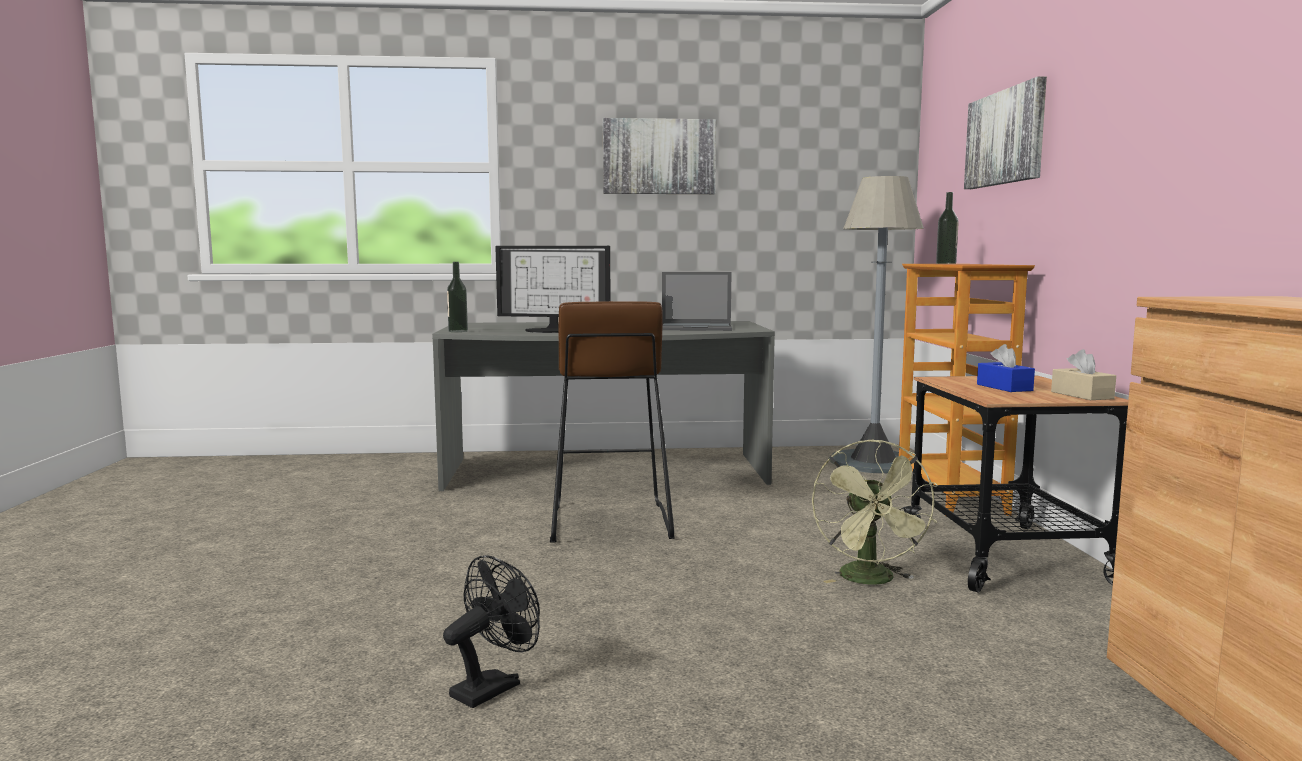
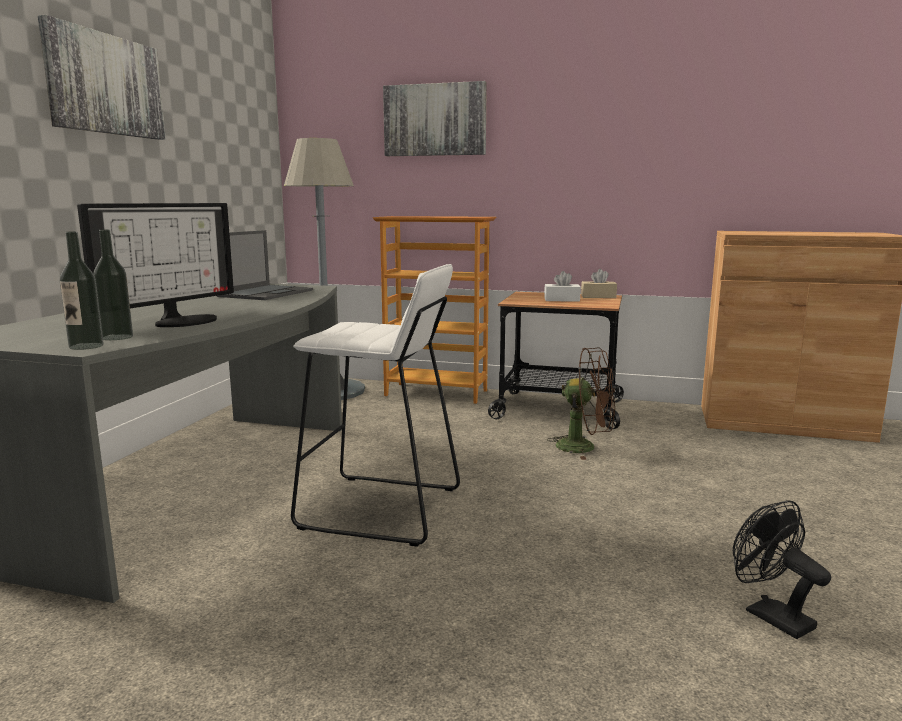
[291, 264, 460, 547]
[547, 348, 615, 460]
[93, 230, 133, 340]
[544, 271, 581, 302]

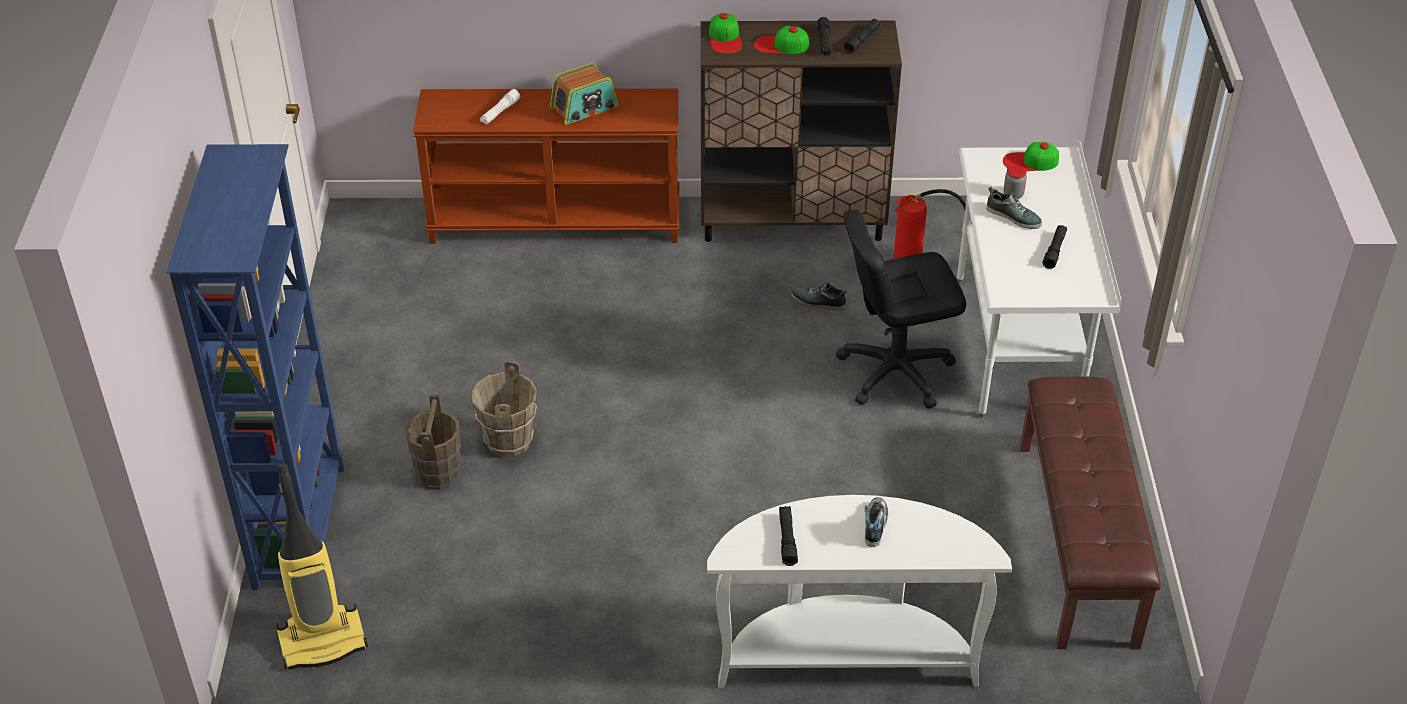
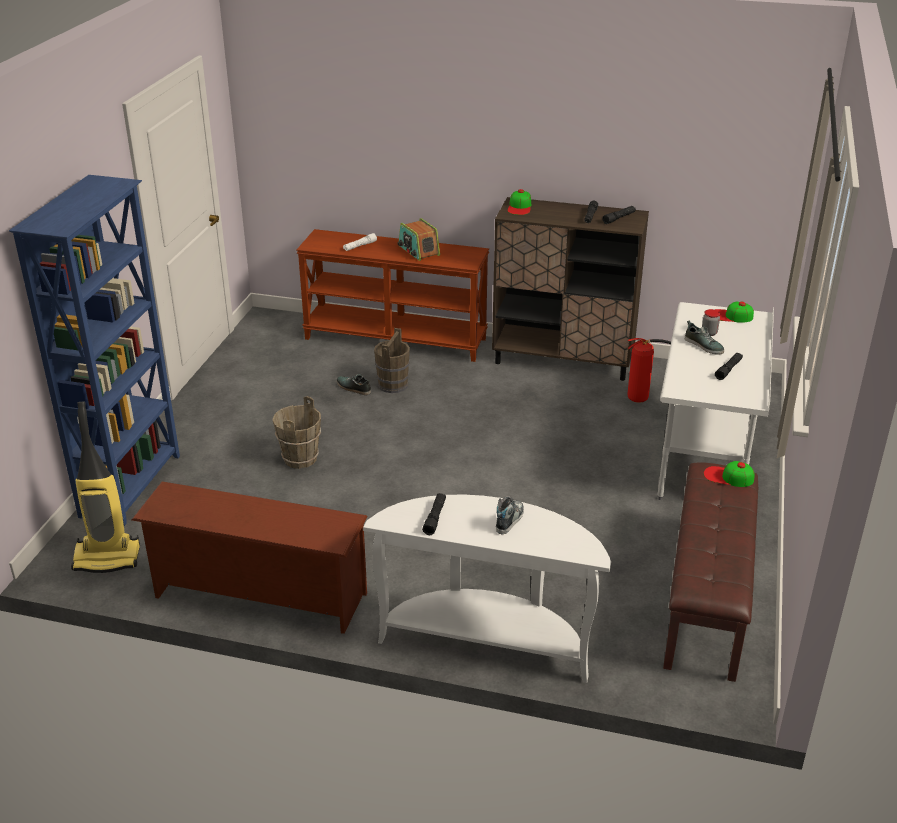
[374, 328, 410, 393]
[397, 218, 440, 261]
[704, 461, 755, 487]
[337, 374, 371, 395]
[836, 210, 966, 409] (first image)
[132, 481, 368, 634]

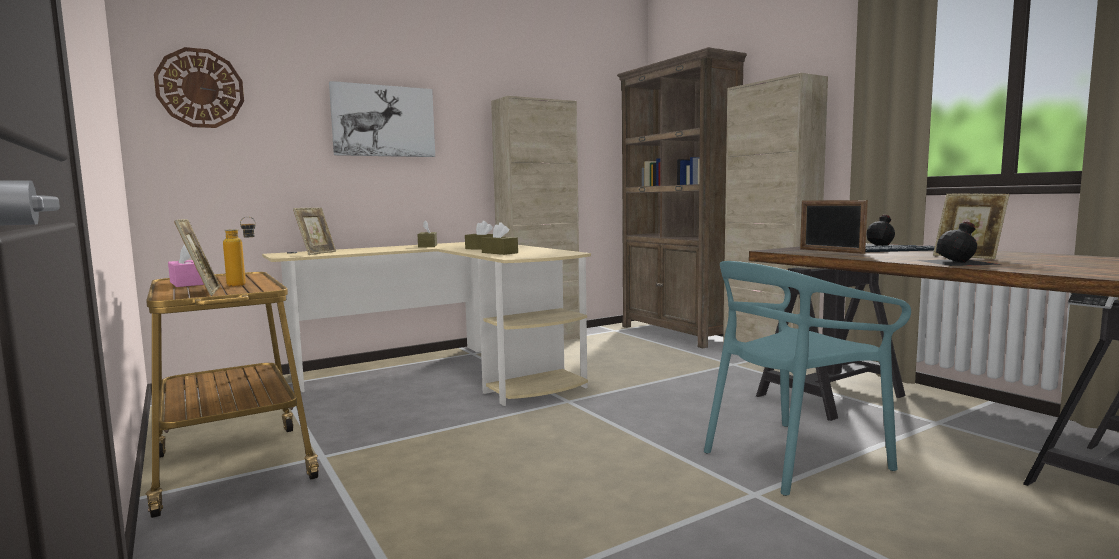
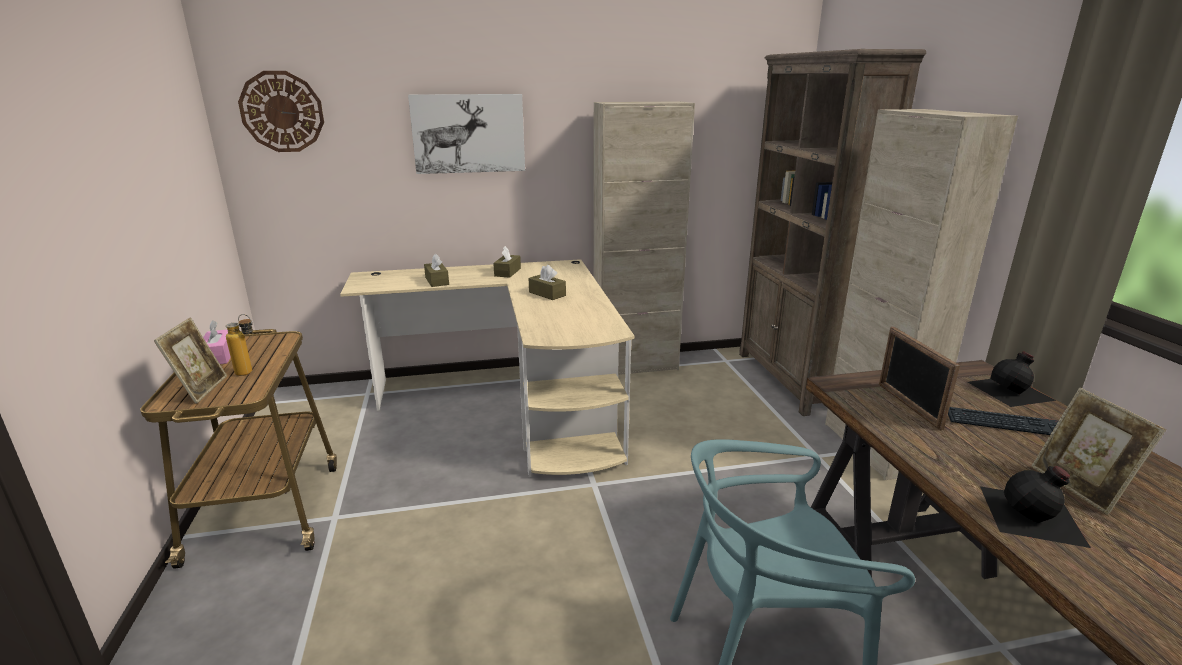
[293, 208, 336, 255] (first image)
[424, 254, 449, 287]

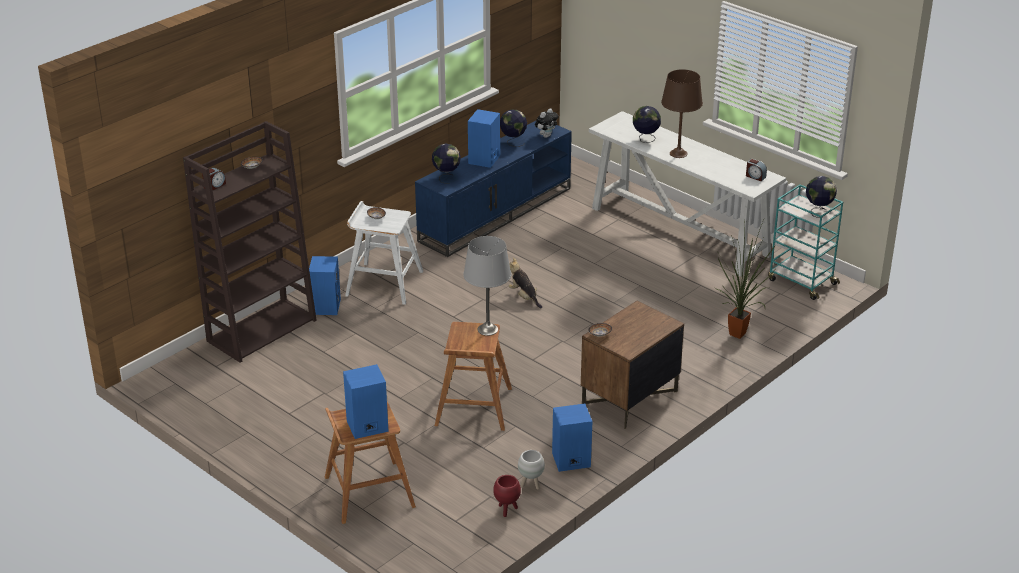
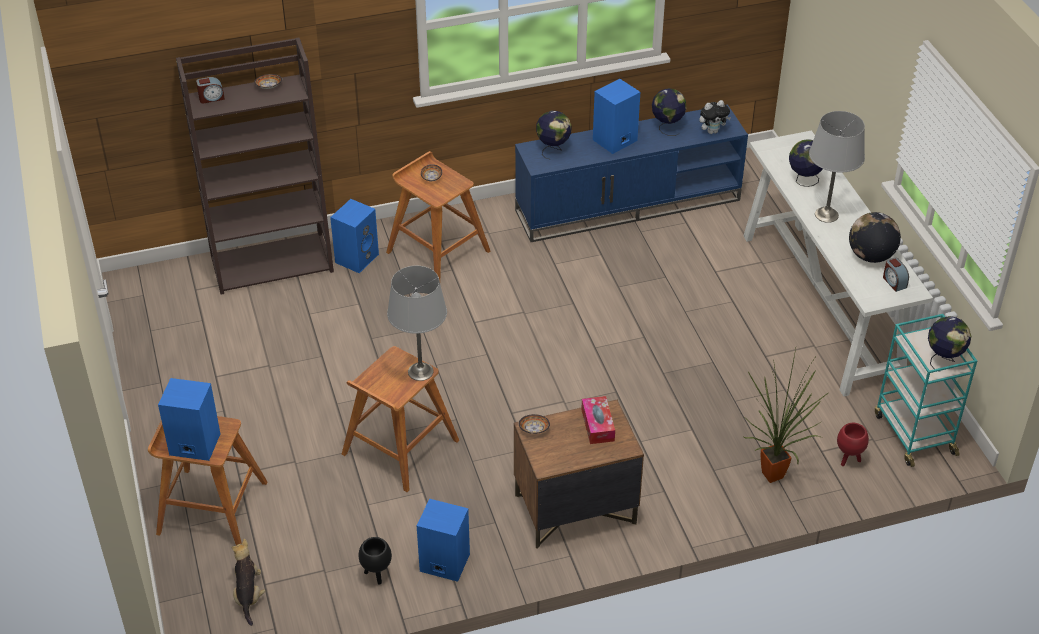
[386, 151, 491, 280]
[837, 423, 869, 466]
[231, 538, 266, 626]
[359, 537, 392, 585]
[809, 111, 865, 223]
[581, 396, 615, 444]
[849, 212, 901, 263]

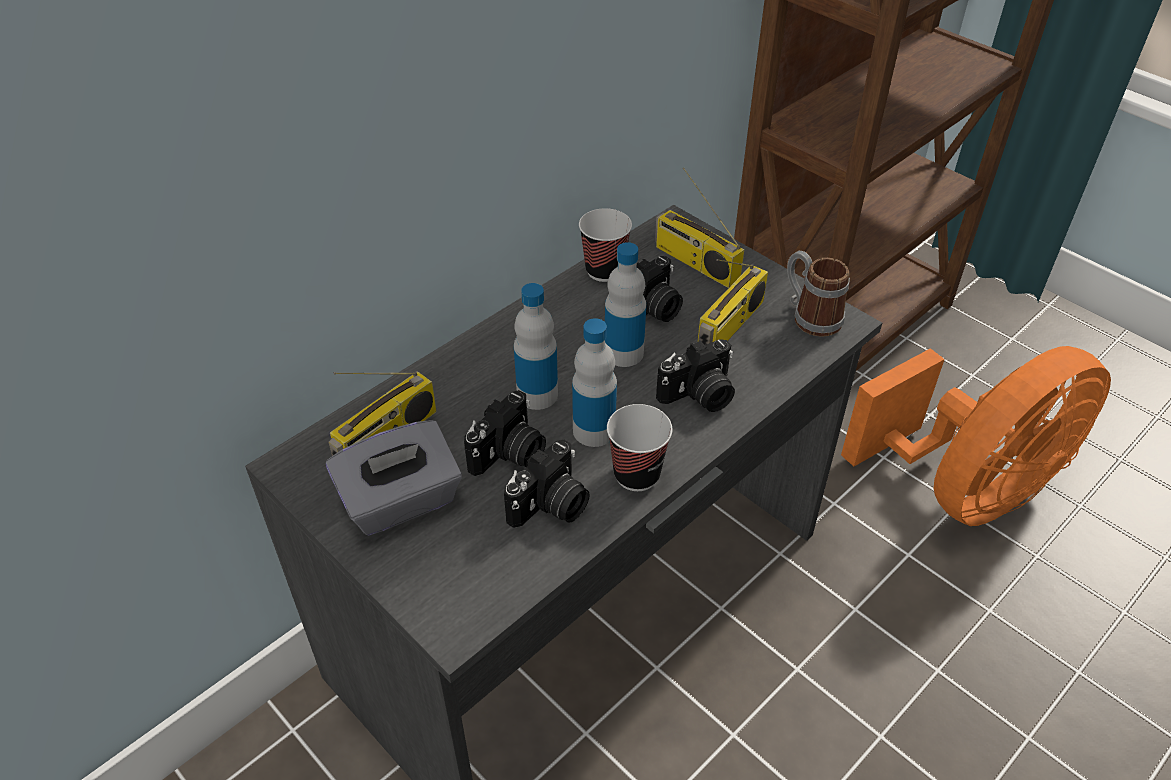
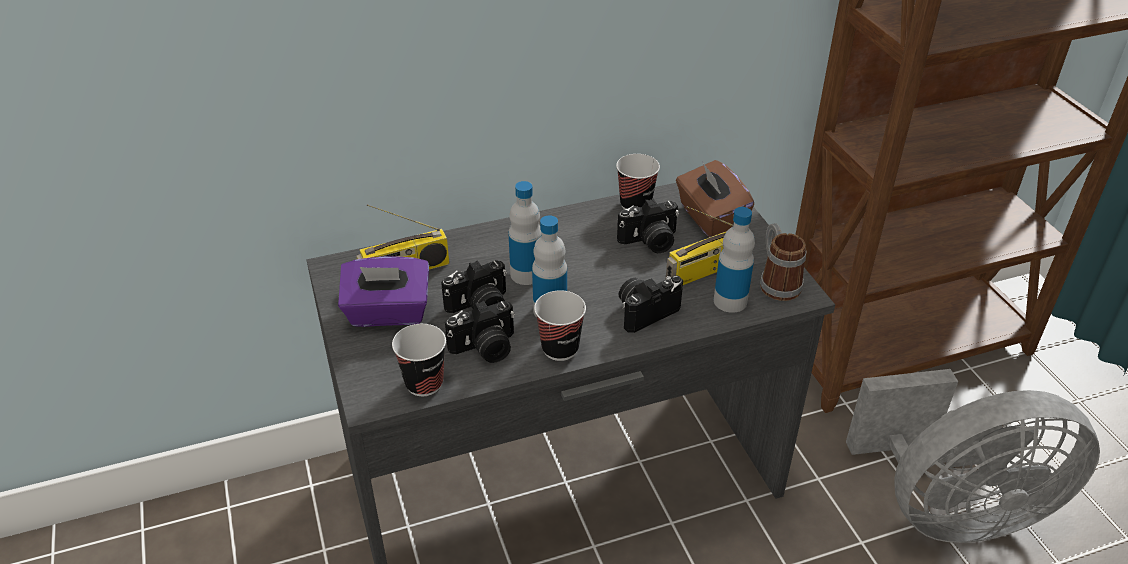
[338, 256, 429, 327]
[714, 207, 755, 313]
[676, 160, 754, 237]
[619, 276, 683, 333]
[846, 369, 1100, 543]
[392, 324, 446, 396]

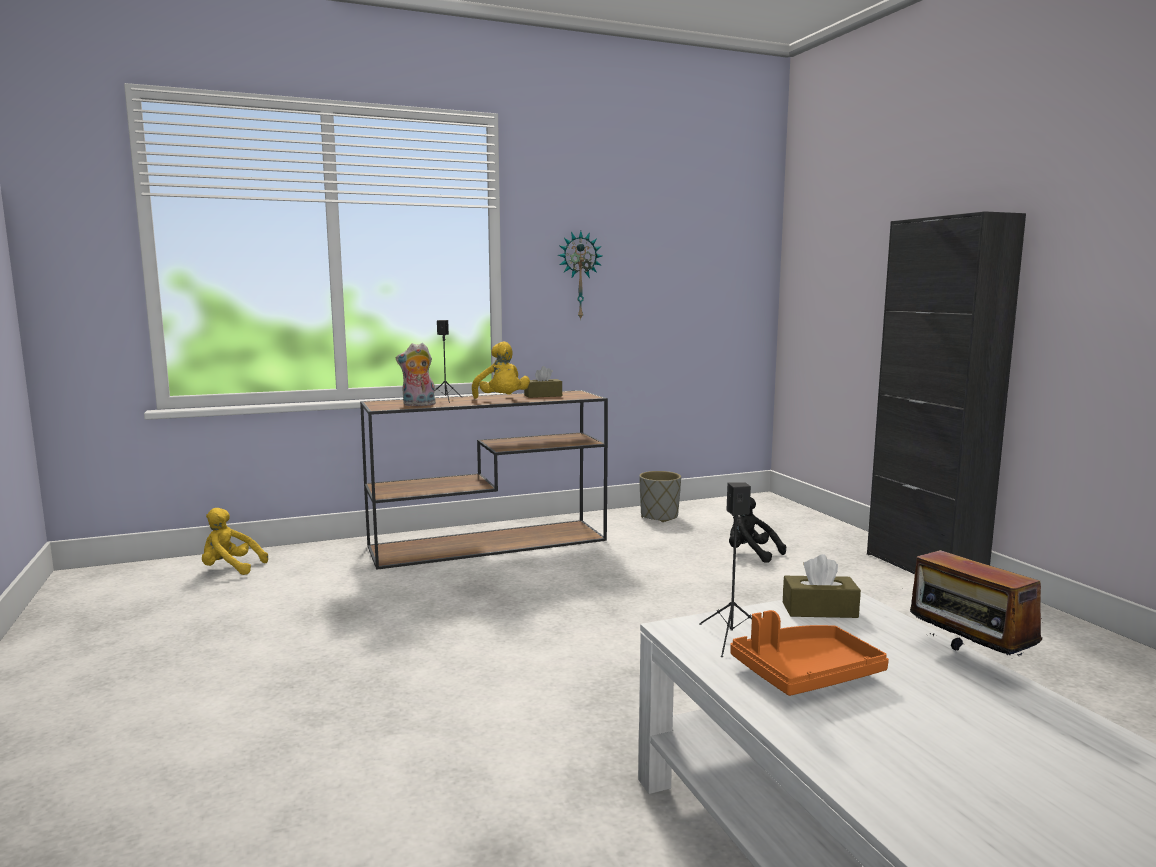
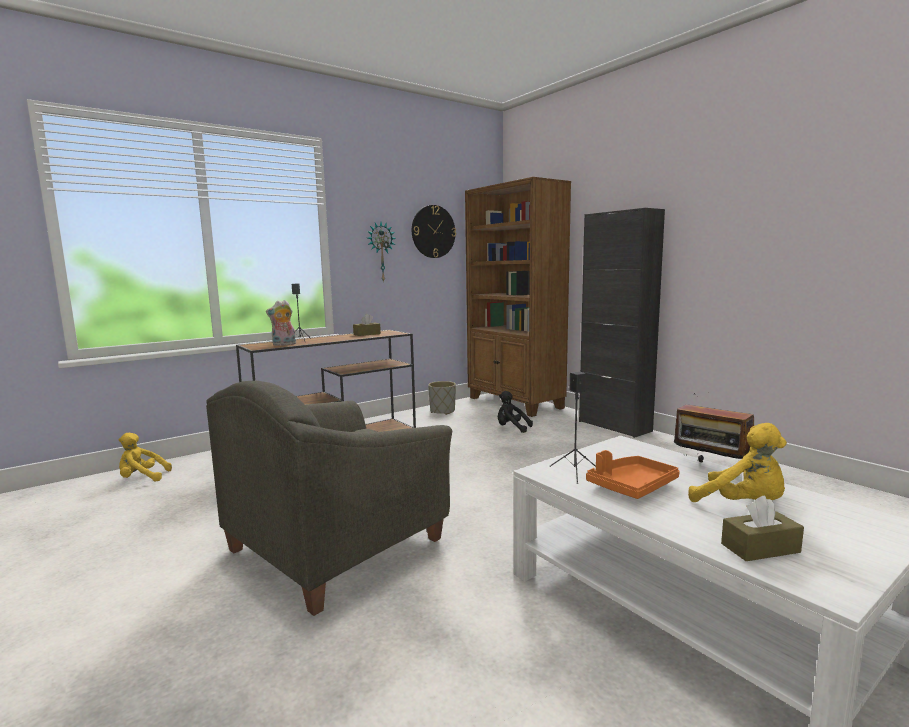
[688, 423, 787, 502]
[721, 496, 804, 561]
[206, 381, 452, 616]
[412, 205, 456, 258]
[465, 177, 571, 417]

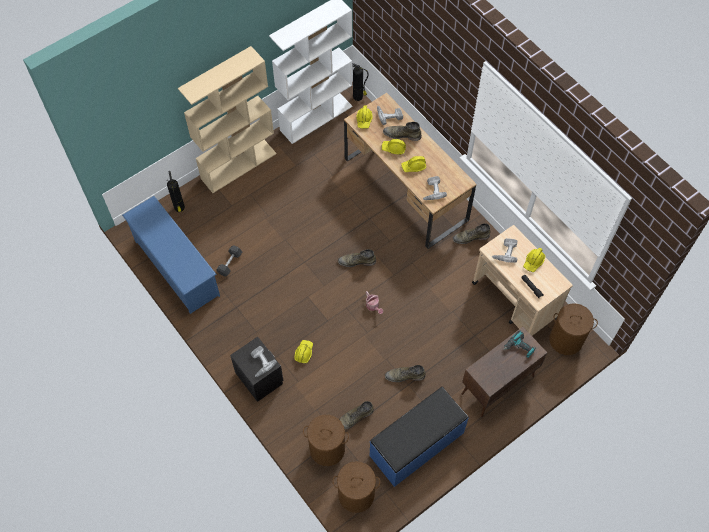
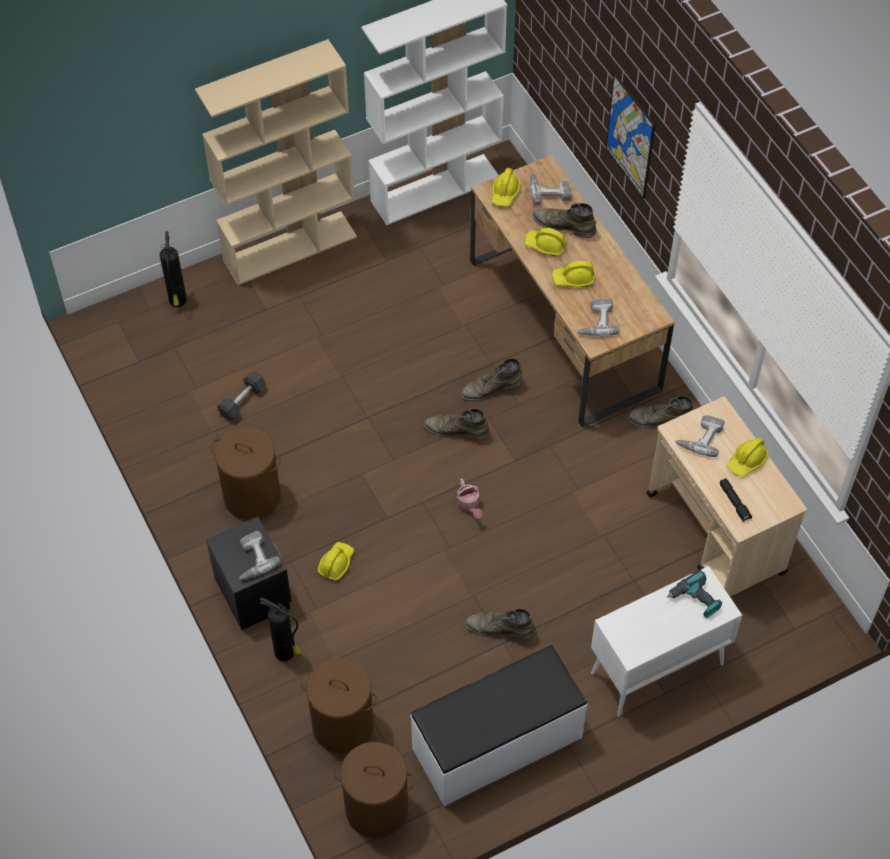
[122, 196, 220, 314] (first image)
[460, 358, 522, 401]
[260, 597, 301, 661]
[410, 645, 588, 806]
[591, 566, 742, 717]
[210, 427, 281, 520]
[606, 74, 655, 199]

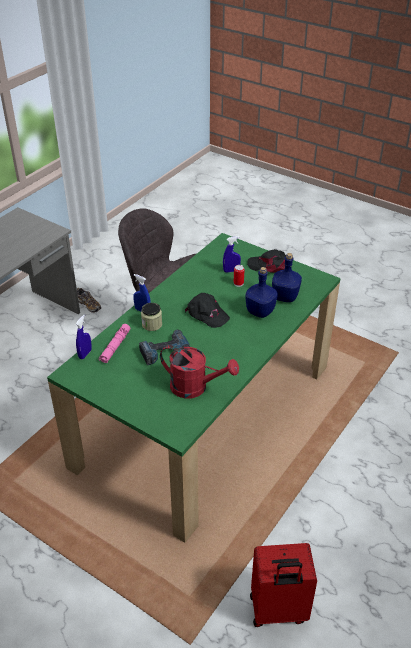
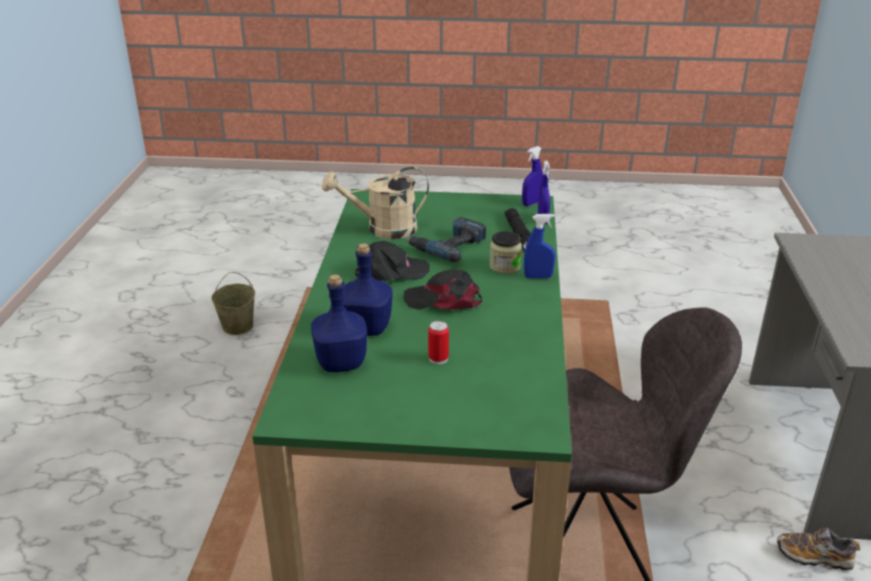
[505, 208, 531, 251]
[322, 167, 429, 239]
[522, 146, 543, 206]
[355, 241, 430, 281]
[211, 272, 255, 335]

